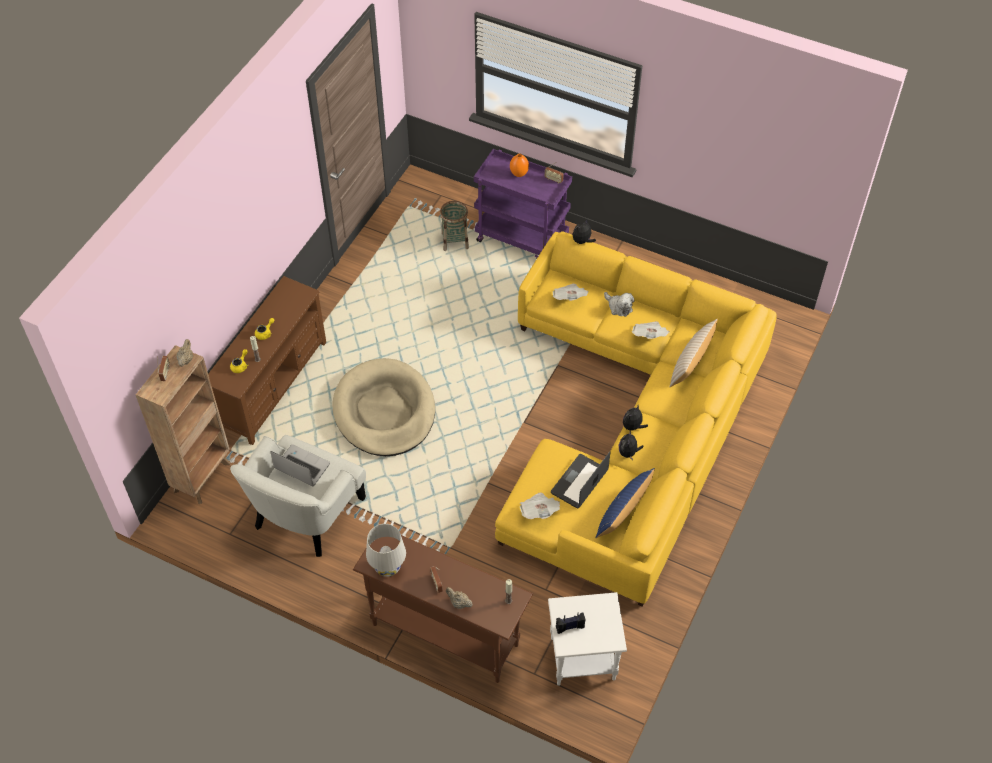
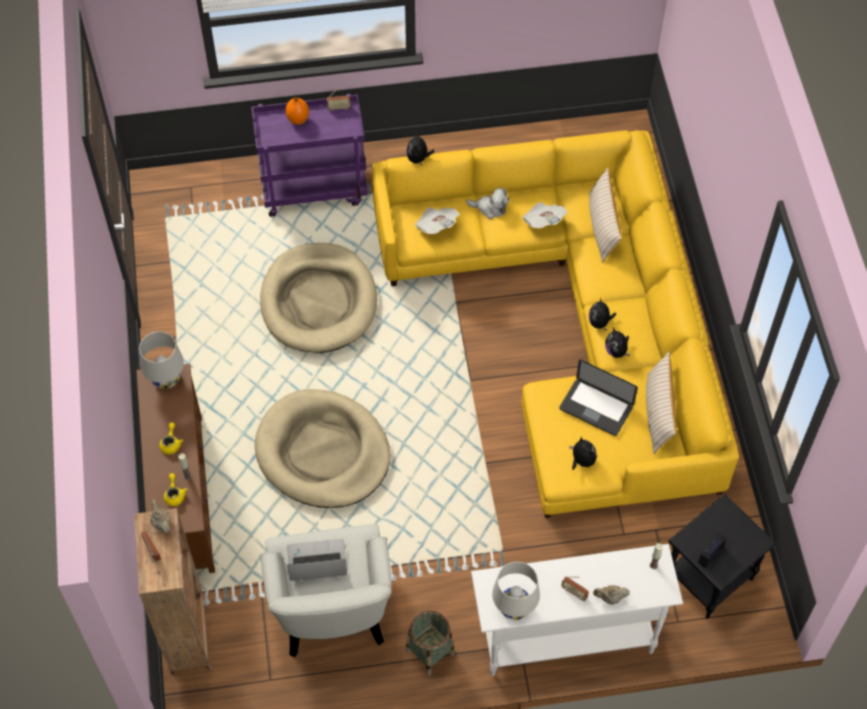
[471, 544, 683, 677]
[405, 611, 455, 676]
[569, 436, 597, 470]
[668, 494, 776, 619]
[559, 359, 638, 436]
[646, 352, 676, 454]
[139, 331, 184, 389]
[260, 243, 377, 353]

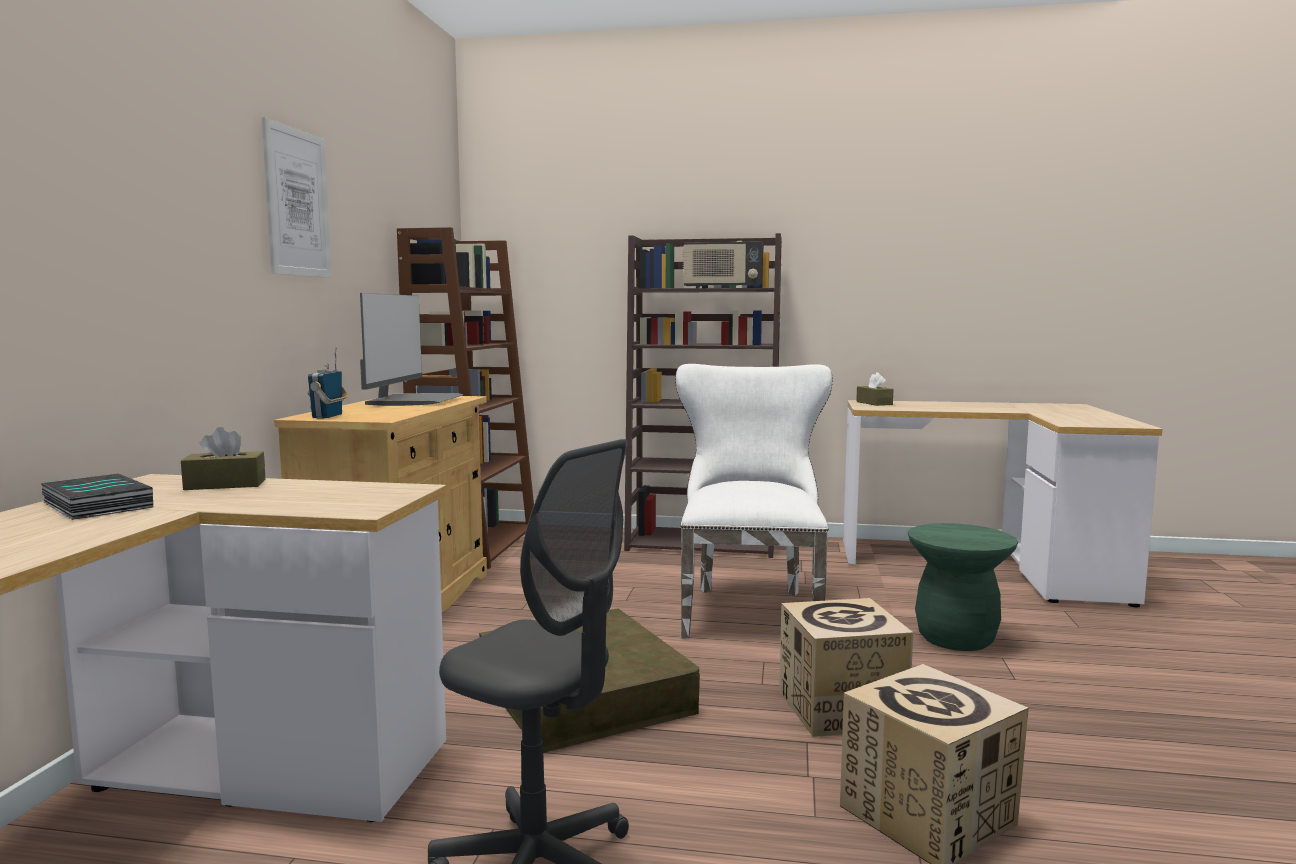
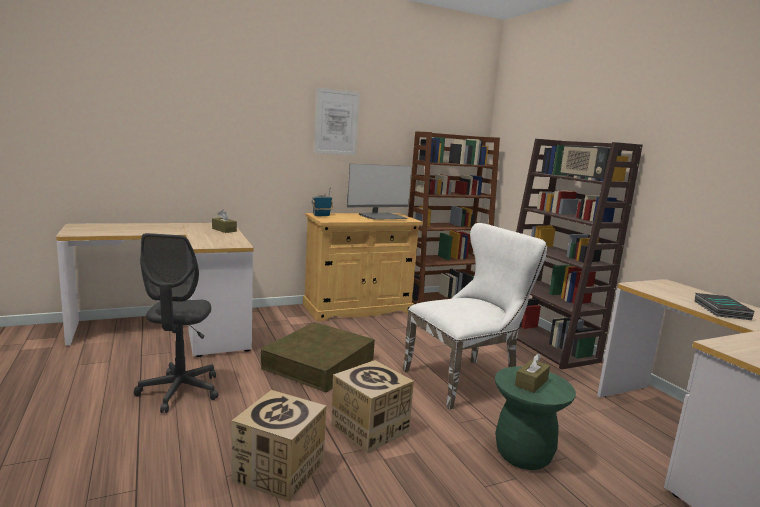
[694, 293, 755, 320]
[515, 354, 550, 393]

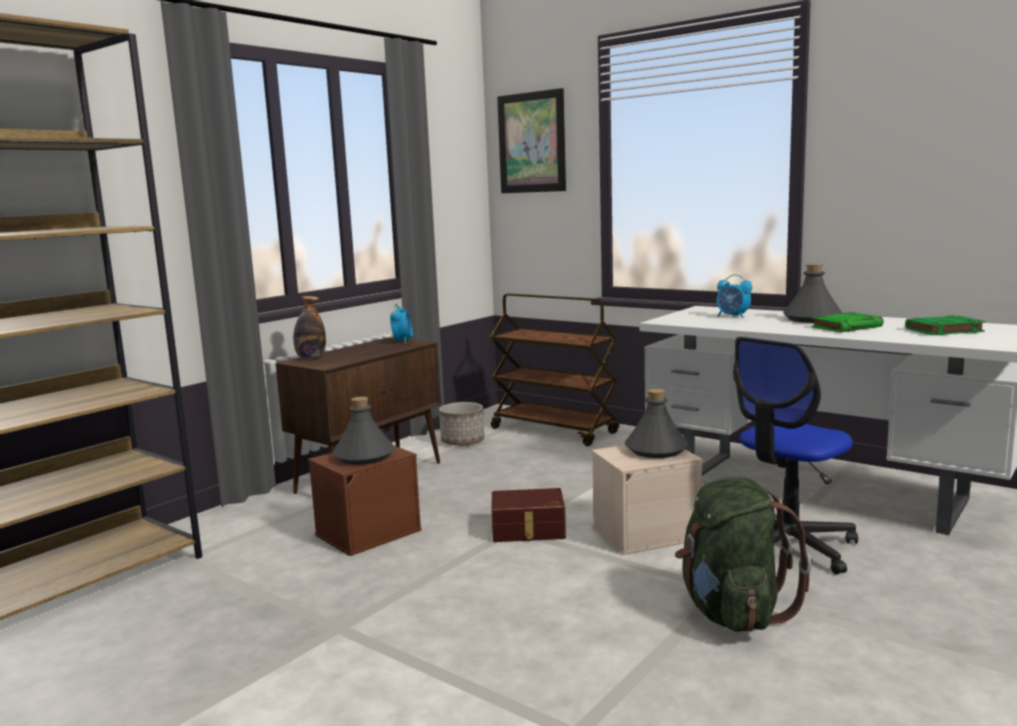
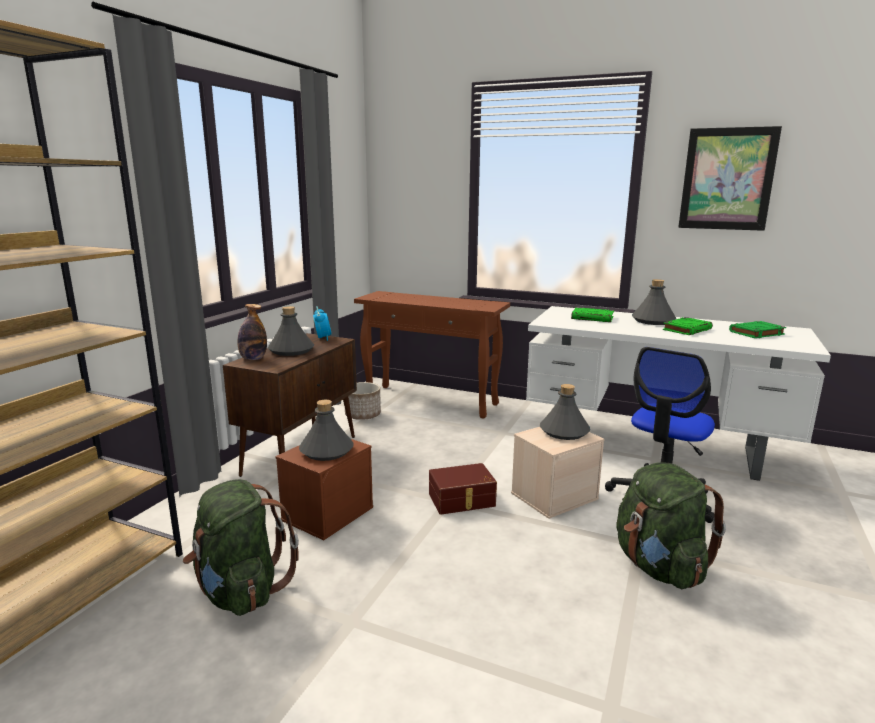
[354, 291, 510, 419]
[678, 126, 782, 231]
[571, 307, 614, 322]
[183, 479, 299, 616]
[268, 306, 314, 356]

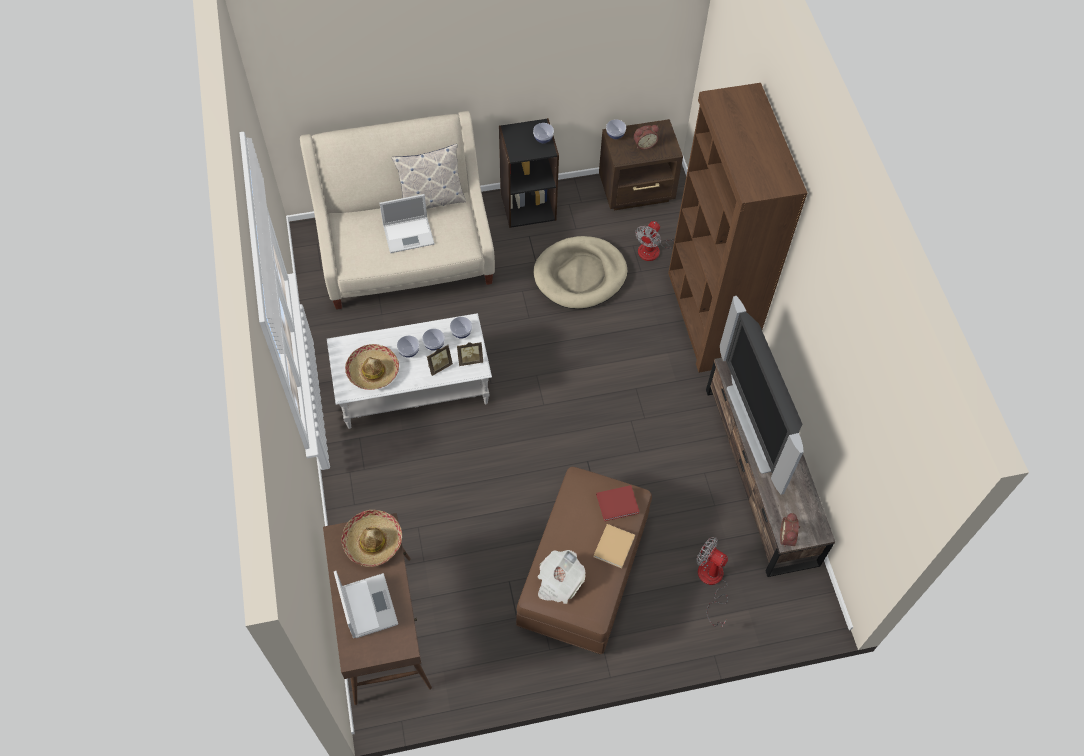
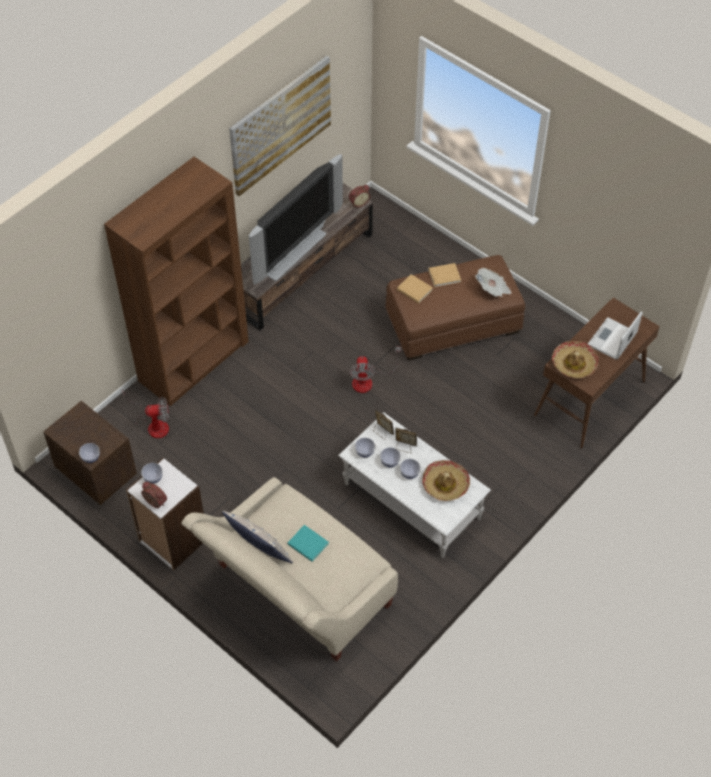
[288, 525, 329, 562]
[126, 458, 204, 570]
[534, 236, 627, 309] (first image)
[397, 274, 433, 303]
[141, 482, 167, 508]
[349, 347, 401, 393]
[229, 55, 331, 196]

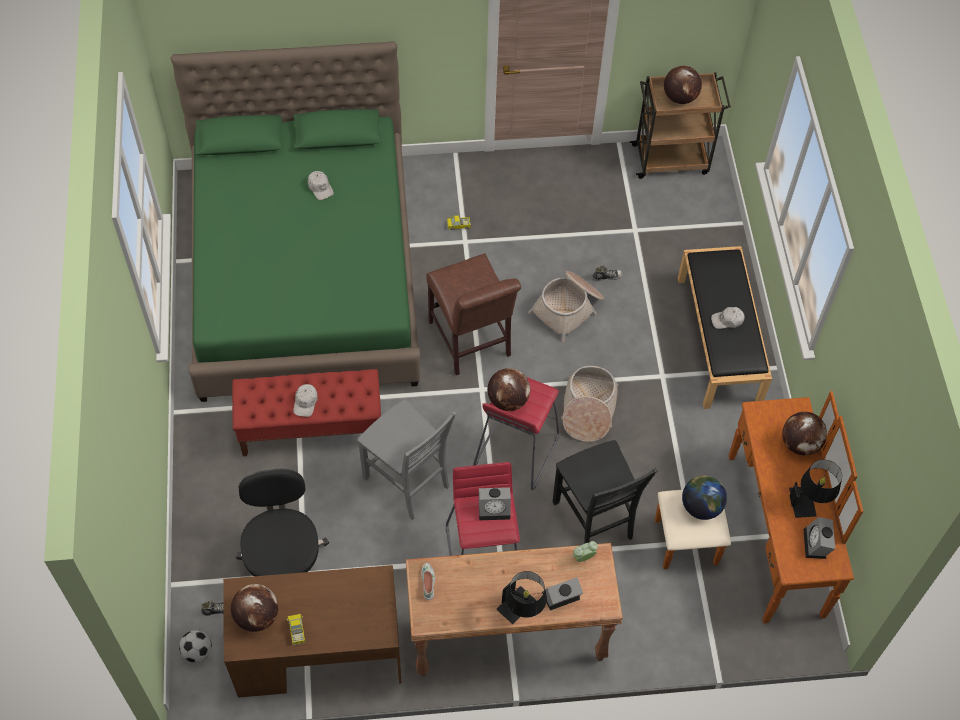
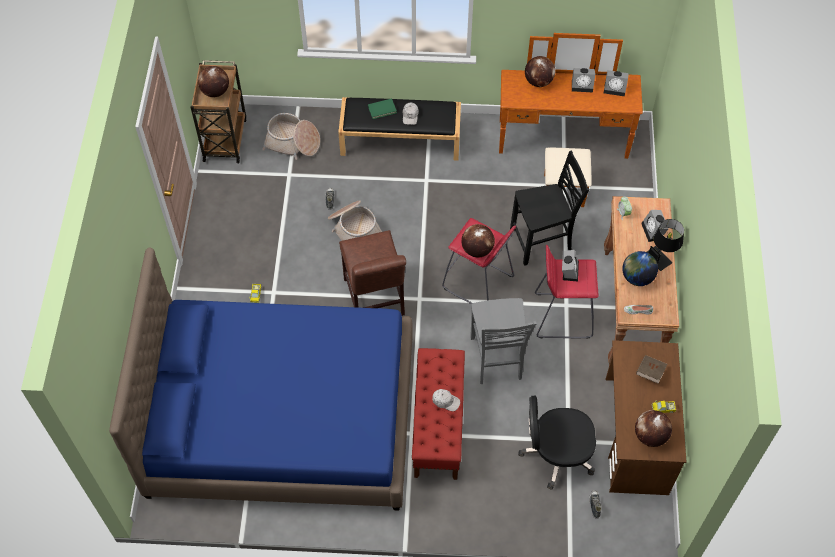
[109, 247, 412, 511]
[179, 630, 212, 663] (first image)
[308, 171, 334, 200] (first image)
[470, 298, 537, 384]
[339, 230, 406, 316]
[262, 113, 320, 160]
[622, 251, 658, 286]
[572, 68, 595, 92]
[368, 99, 397, 119]
[636, 355, 667, 384]

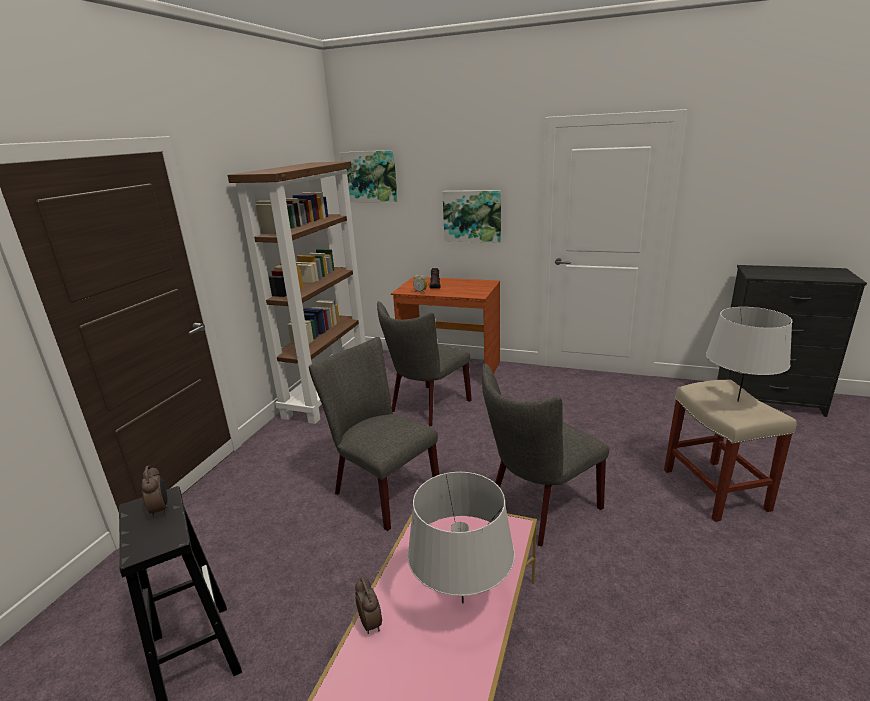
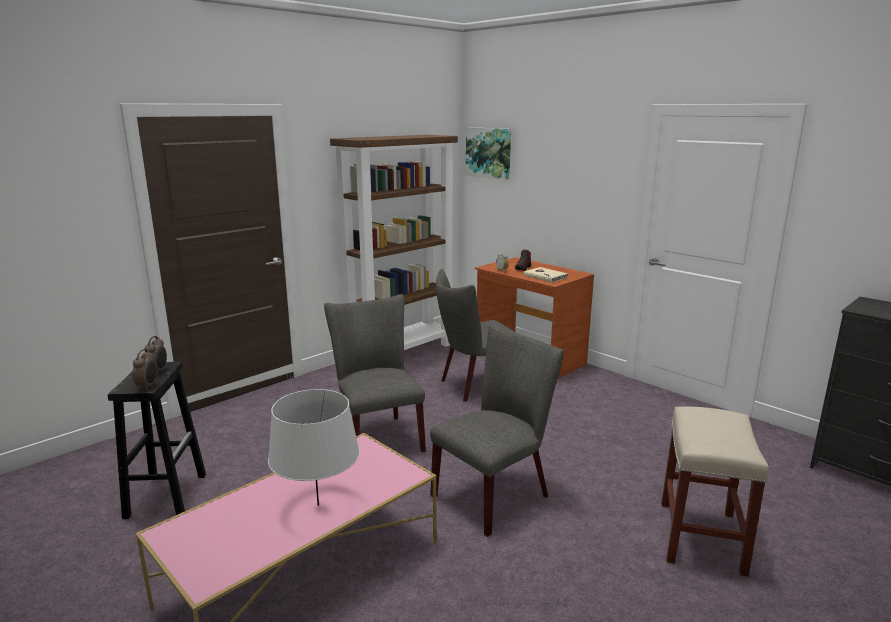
[132, 349, 157, 390]
[442, 190, 501, 243] (first image)
[430, 324, 564, 537]
[706, 307, 793, 402] (first image)
[524, 267, 568, 283]

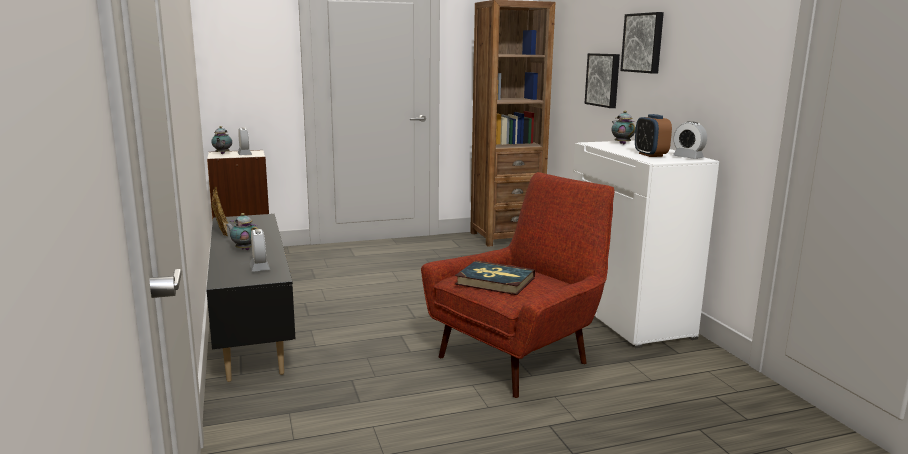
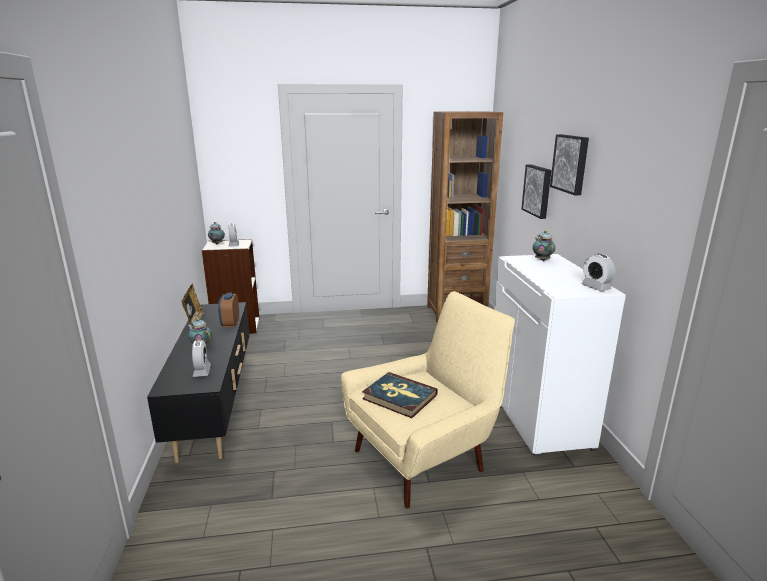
[341, 291, 515, 508]
[218, 293, 239, 327]

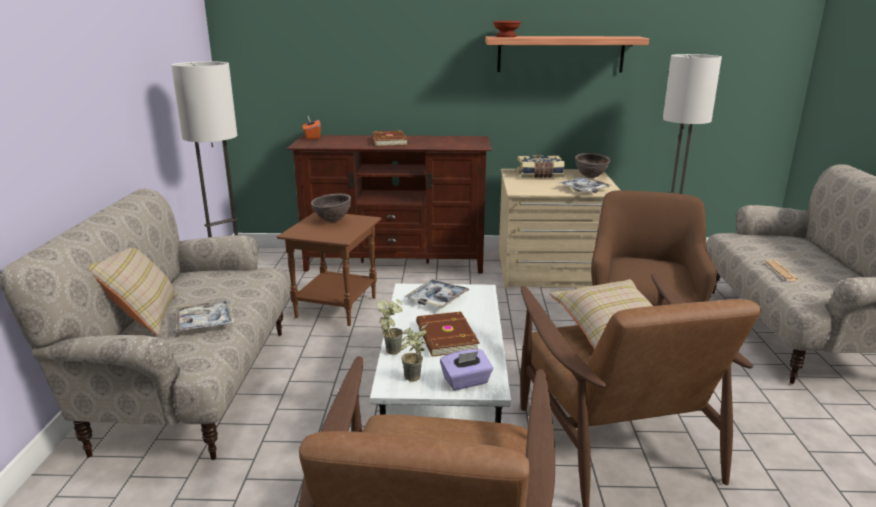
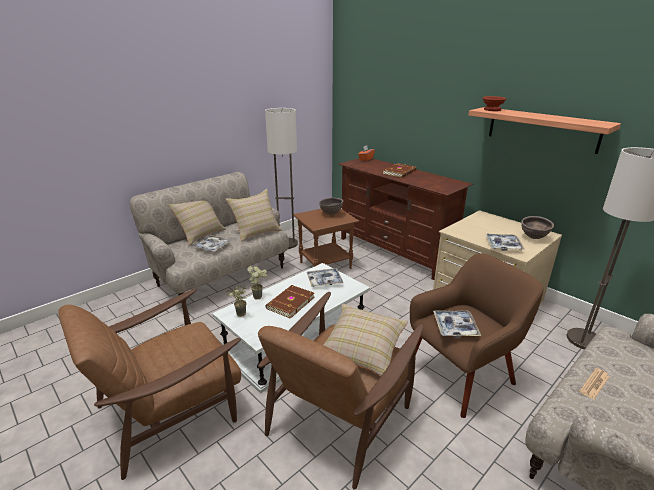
[440, 349, 493, 390] (first image)
[517, 155, 565, 178] (first image)
[226, 189, 282, 242]
[433, 311, 481, 338]

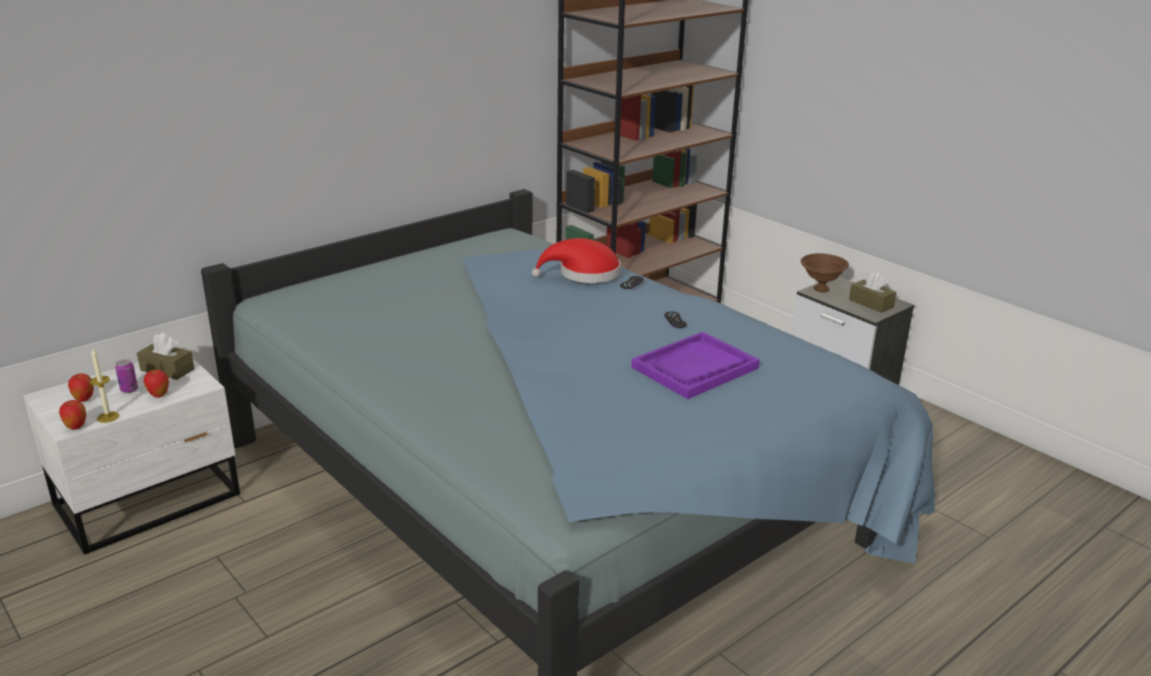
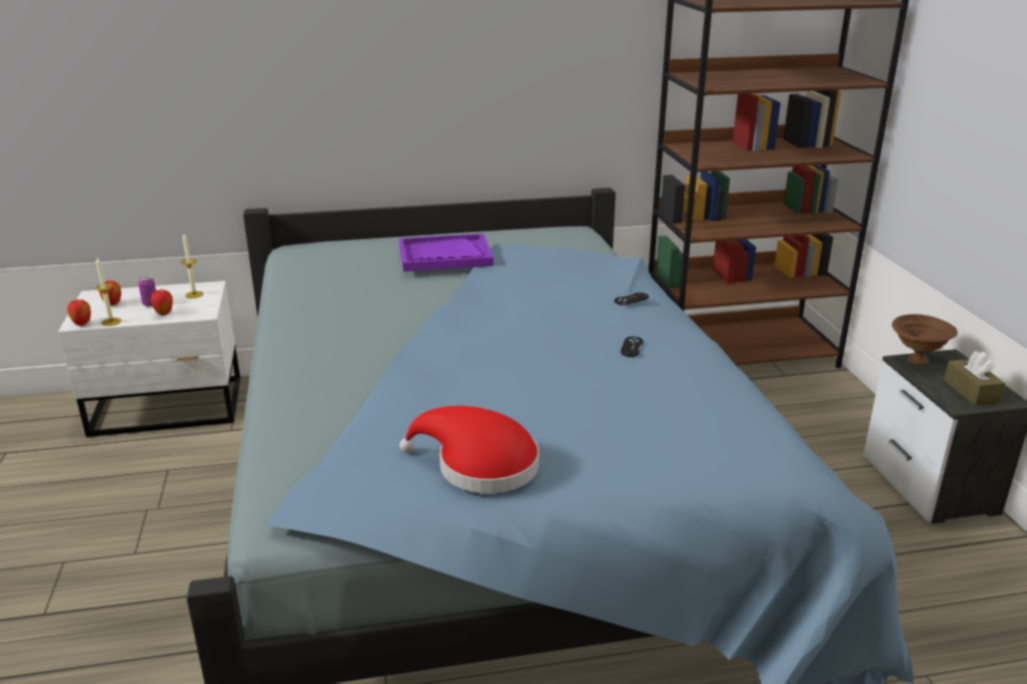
[181, 234, 203, 299]
[400, 406, 539, 493]
[399, 233, 494, 272]

